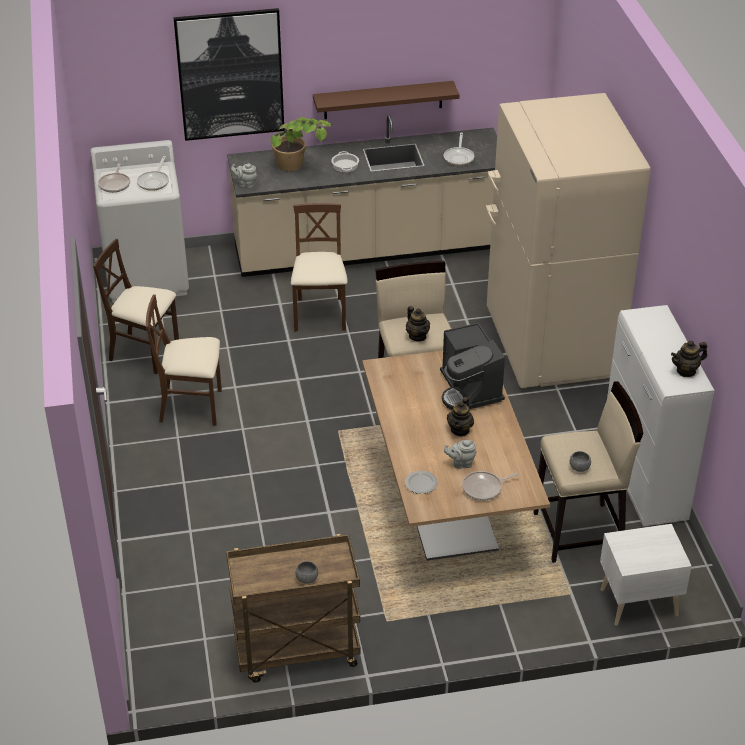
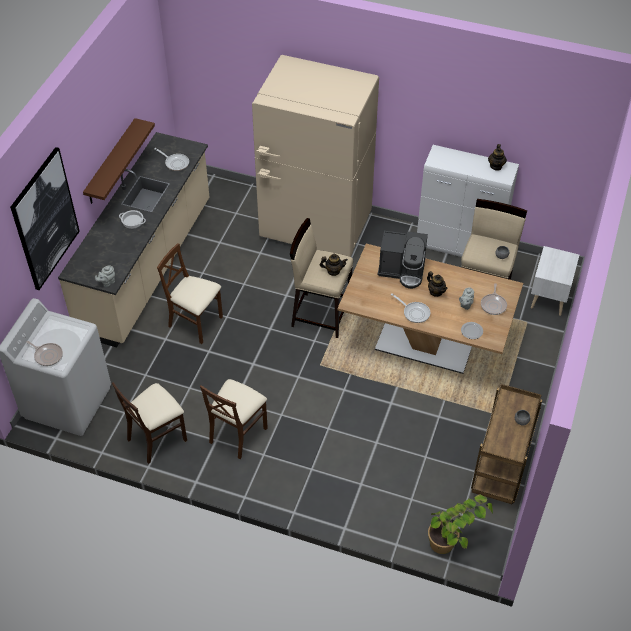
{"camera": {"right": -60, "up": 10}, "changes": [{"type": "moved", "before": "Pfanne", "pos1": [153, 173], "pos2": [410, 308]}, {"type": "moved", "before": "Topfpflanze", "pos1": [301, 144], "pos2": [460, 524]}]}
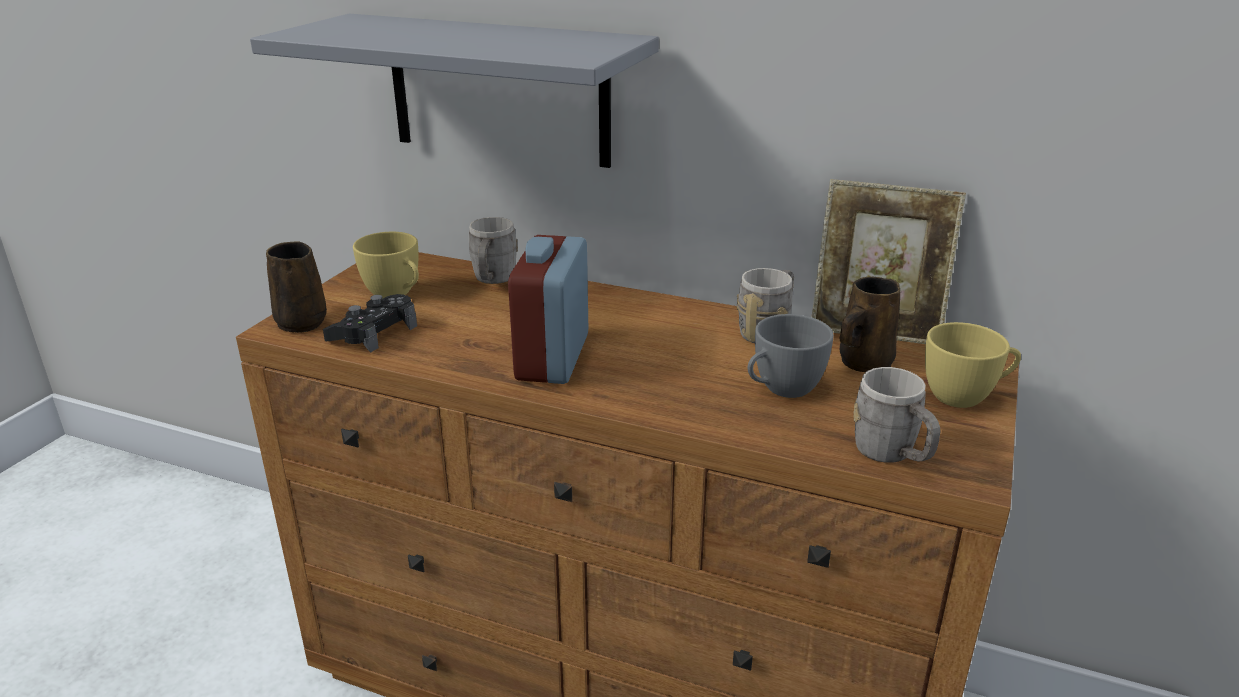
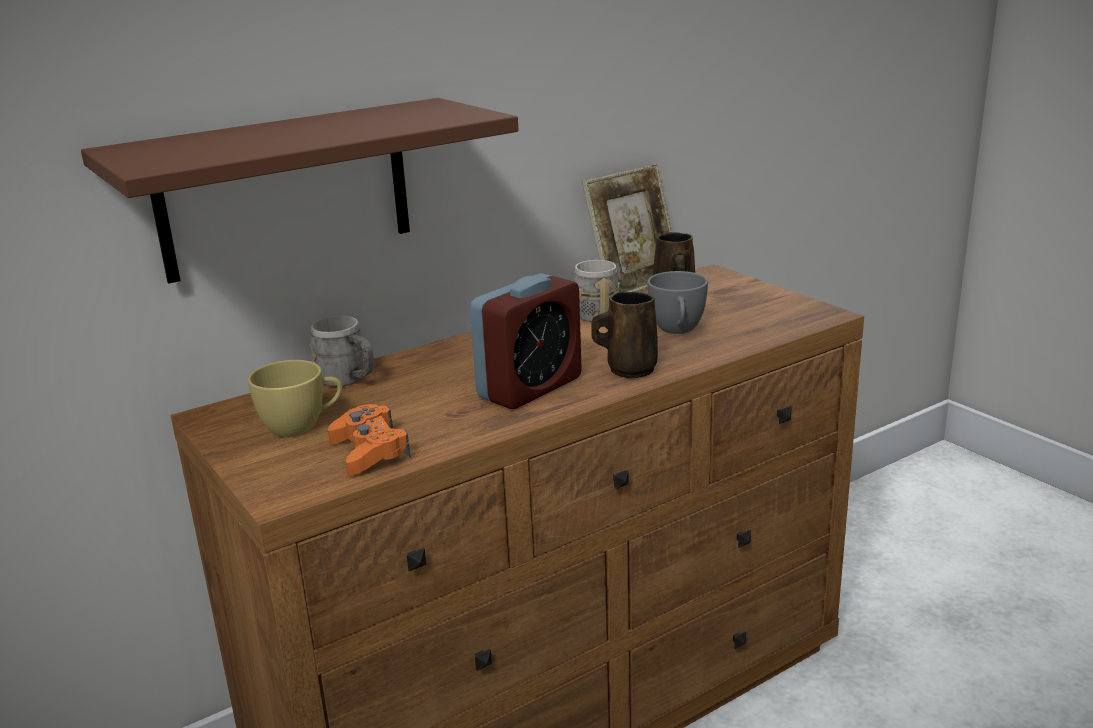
{"camera": {"right": -55, "up": -5}, "changes": [{"type": "removed", "before": "Henkelbecher/grau", "pos1": [897, 415]}, {"type": "removed", "before": "Tasse/gelb", "pos1": [973, 365]}, {"type": "moved", "before": "Henkelbecher/braun", "pos1": [296, 287], "pos2": [625, 335]}, {"type": "recoloured", "before": "Wandregal/grau", "after": "Wandregal/braun", "pos1": [454, 91], "pos2": [299, 190]}, {"type": "recoloured", "before": "Gamepad/schwarz", "after": "Gamepad/orange", "pos1": [370, 323], "pos2": [369, 440]}, {"type": "turned", "before": "Wecker", "pos1": [548, 309], "pos2": [526, 341], "turn": -90}]}
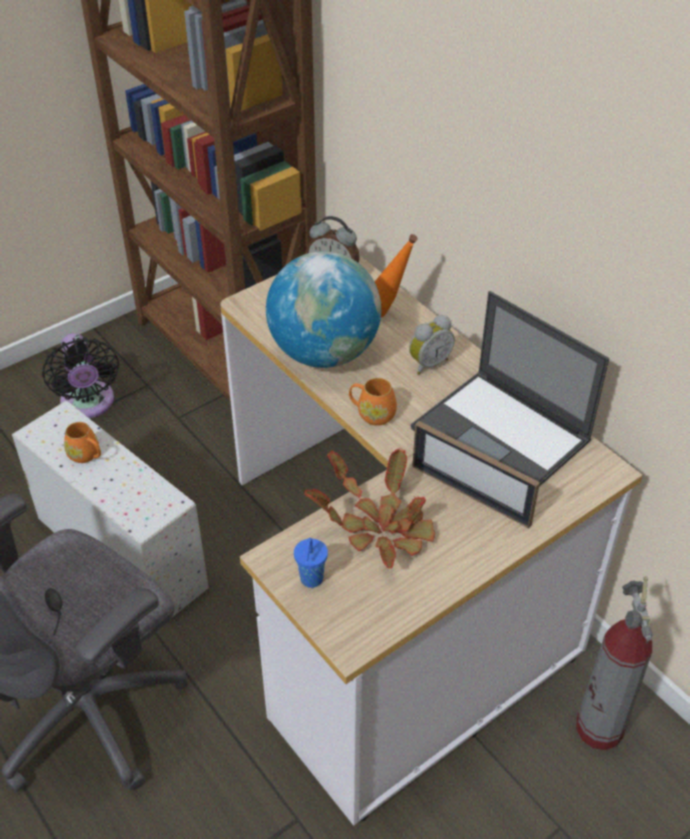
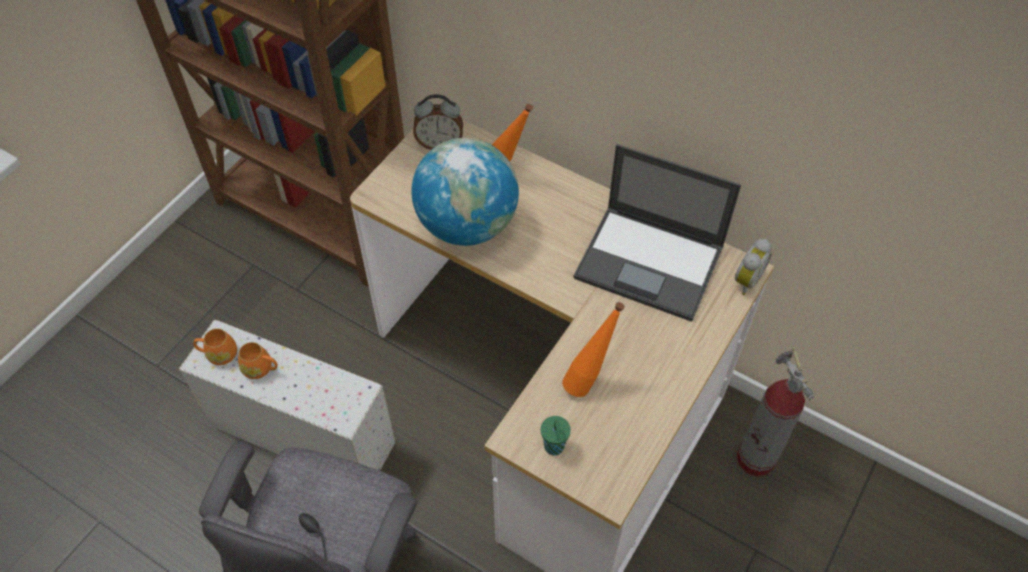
{"camera": {"right": -20, "up": 10}, "changes": [{"type": "removed", "before": "Ventilator/schwarz", "pos1": [80, 375]}, {"type": "removed", "before": "Bilderrahmen", "pos1": [476, 474]}, {"type": "moved", "before": "Henkelbecher/orange", "pos1": [373, 402], "pos2": [215, 346]}, {"type": "moved", "before": "Wecker", "pos1": [432, 344], "pos2": [753, 267]}, {"type": "replaced", "before": "Topfpflanze", "after": "Flasche/orange", "pos1": [370, 508], "pos2": [593, 349]}, {"type": "recoloured", "before": "Tasse/blau", "after": "Tasse/grün", "pos1": [311, 563], "pos2": [556, 435]}]}
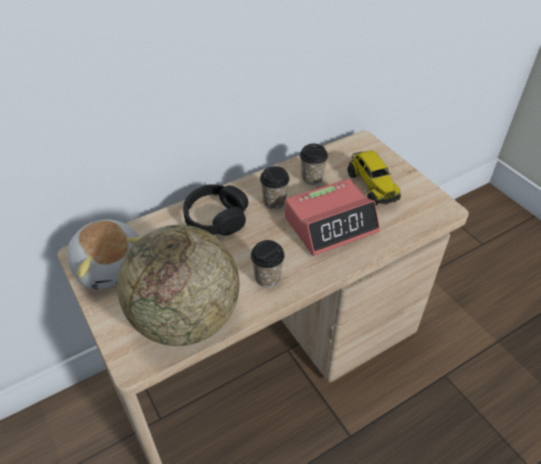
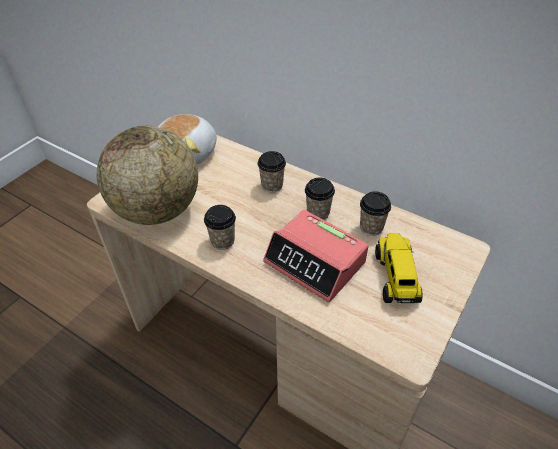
{"camera": {"right": 65, "up": 0}, "changes": [{"type": "replaced", "before": "Kopfhörer/schwarz", "after": "Tasse", "pos1": [215, 210], "pos2": [271, 172]}, {"type": "turned", "before": "Spielzeuglaster", "pos1": [374, 178], "pos2": [399, 268], "turn": 135}]}
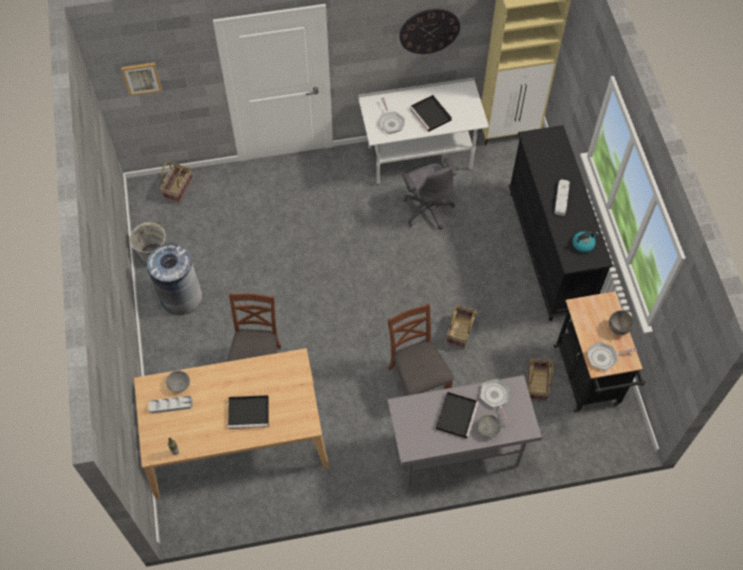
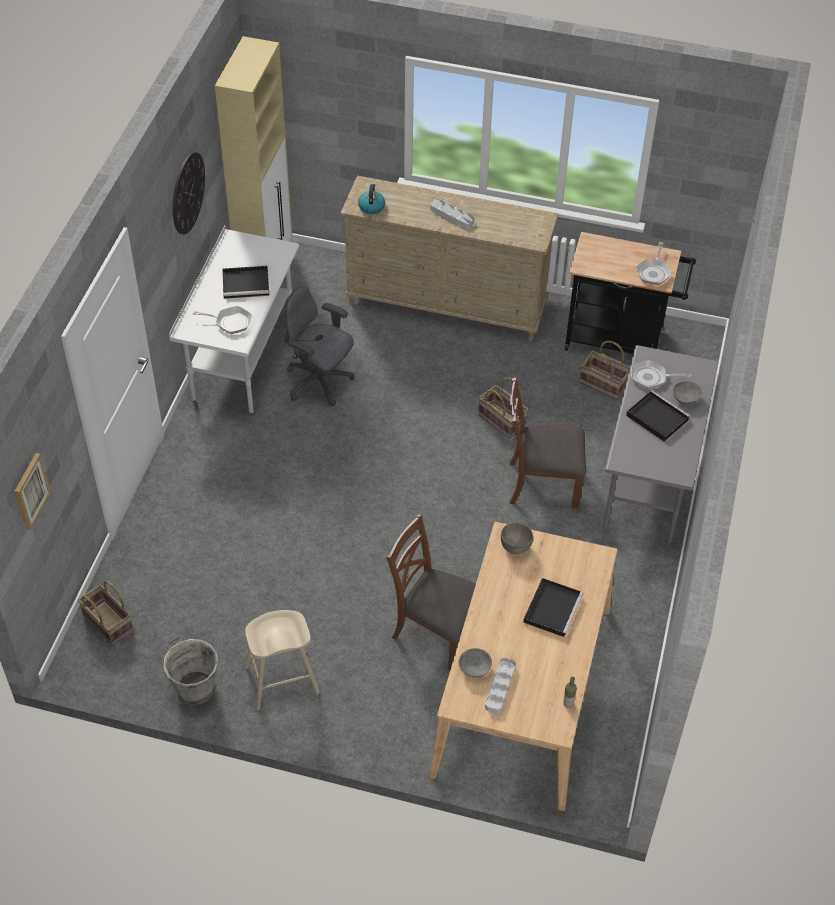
{"camera": {"right": -65, "up": -10}, "changes": [{"type": "moved", "before": "Wasserkessel", "pos1": [585, 242], "pos2": [371, 199]}, {"type": "moved", "before": "Schüssel/grau", "pos1": [621, 322], "pos2": [517, 538]}, {"type": "replaced", "before": "Mülleimer/grau", "after": "Hocker/beige", "pos1": [174, 278], "pos2": [282, 660]}, {"type": "recoloured", "before": "Kommode/schwarz", "after": "Kommode/beige", "pos1": [561, 223], "pos2": [449, 258]}, {"type": "turned", "before": "Bürostuhl/grau", "pos1": [429, 193], "pos2": [319, 345], "turn": -150}]}
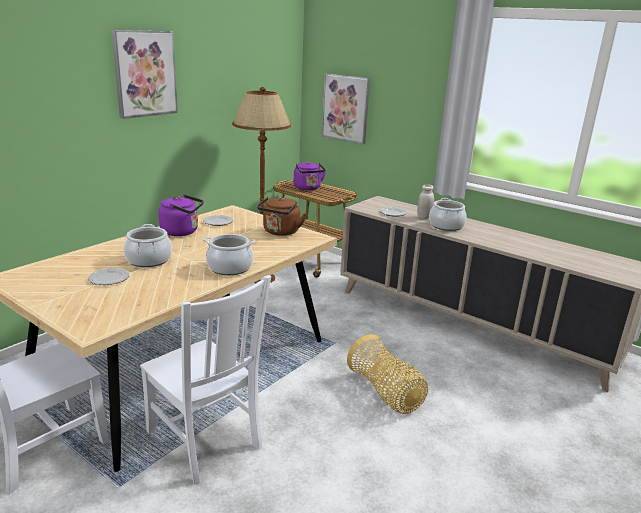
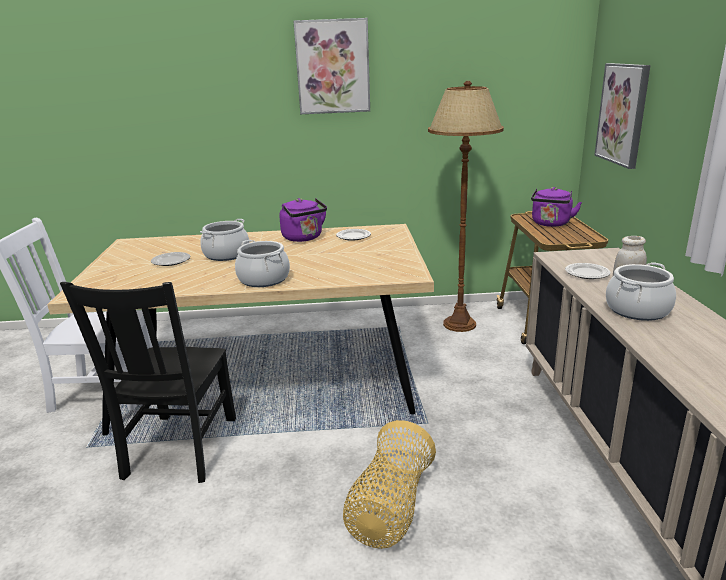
{"camera": {"right": 50, "up": 0}, "changes": [{"type": "removed", "before": "Wasserkessel/braun", "pos1": [281, 216]}, {"type": "recoloured", "before": "Stuhl/weiß", "after": "Stuhl/schwarz", "pos1": [205, 380], "pos2": [148, 382]}]}
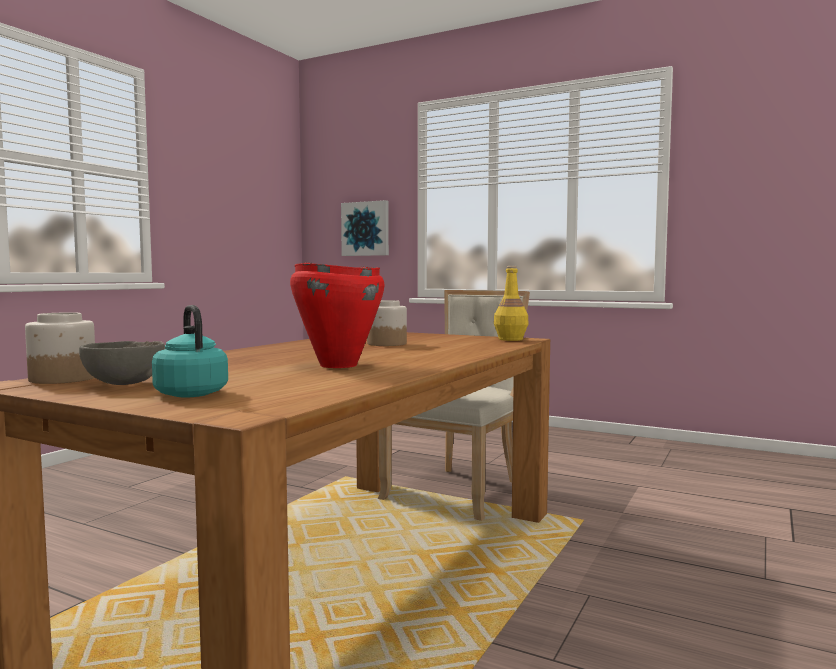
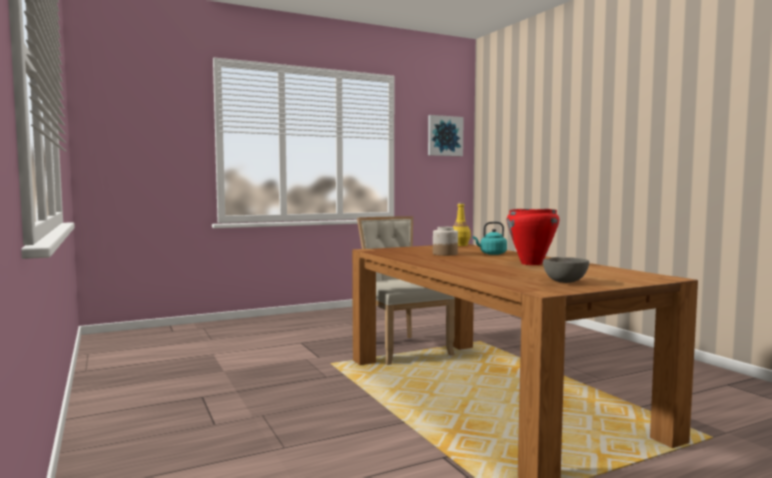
{"camera": {"right": -55, "up": 0}, "changes": [{"type": "removed", "before": "Vorratsglas", "pos1": [60, 348]}, {"type": "moved", "before": "Wasserkessel/türkis", "pos1": [190, 351], "pos2": [490, 238]}, {"type": "moved", "before": "Bild", "pos1": [365, 228], "pos2": [446, 135]}]}
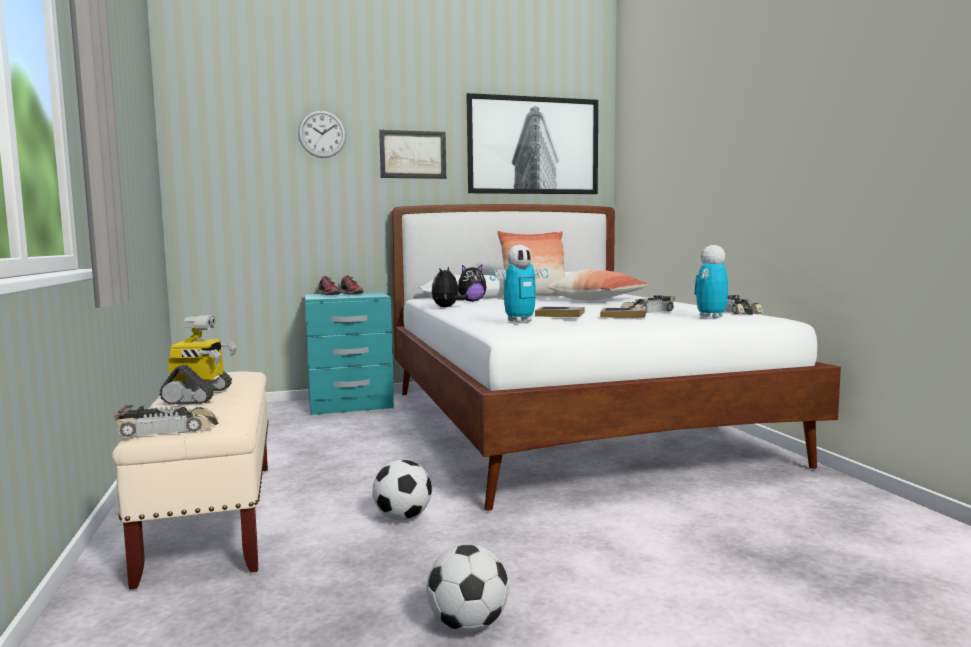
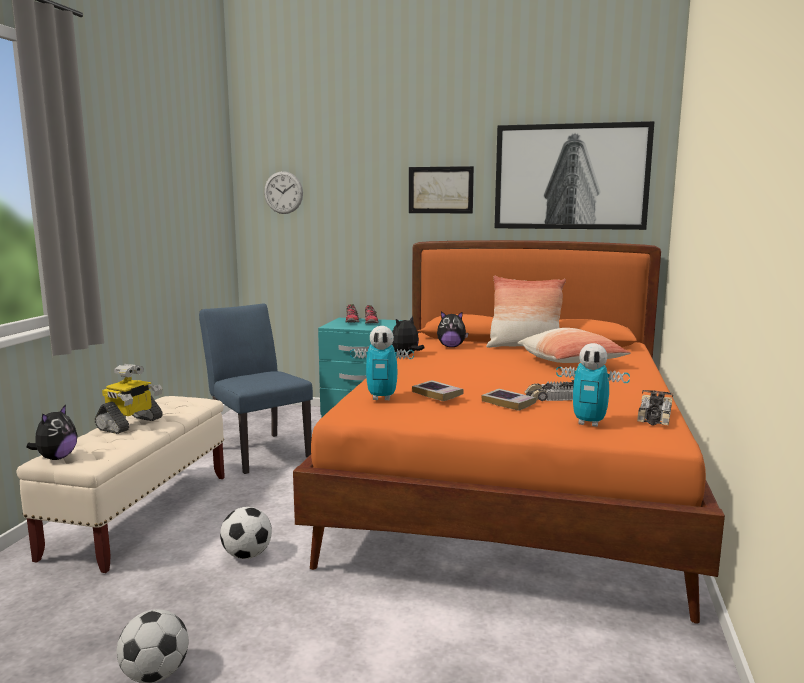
{"camera": {"right": 30, "up": 5}, "changes": [{"type": "added", "after": "Stuhl/blau", "pos2": [256, 389]}, {"type": "moved", "before": "Wanduhr", "pos1": [322, 134], "pos2": [283, 192]}, {"type": "replaced", "before": "Spielzeugauto", "after": "Plüschtier", "pos1": [166, 421], "pos2": [52, 432]}, {"type": "recoloured", "before": "Bett/weiß", "after": "Bett/orange", "pos1": [615, 357], "pos2": [509, 432]}, {"type": "turned", "before": "Spielzeugroboter", "pos1": [711, 282], "pos2": [593, 385], "turn": -135}]}
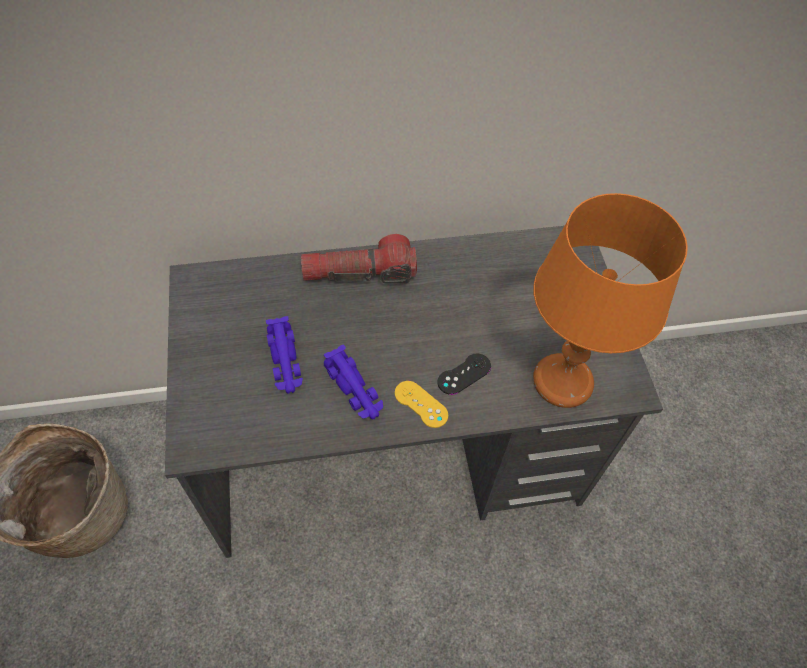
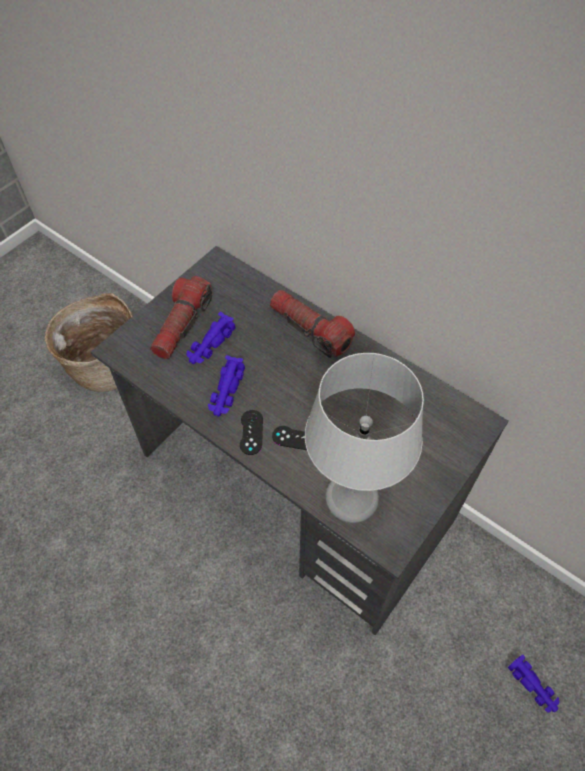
{"camera": {"right": 50, "up": 0}, "changes": [{"type": "added", "after": "Taschenlampe", "pos2": [181, 317]}, {"type": "added", "after": "Spielzeugauto/lila", "pos2": [533, 683]}, {"type": "recoloured", "before": "Gamepad/gelb", "after": "Gamepad/schwarz", "pos1": [421, 404], "pos2": [251, 432]}, {"type": "recoloured", "before": "Tischlampe/orange", "after": "Tischlampe/grau", "pos1": [610, 300], "pos2": [364, 438]}]}
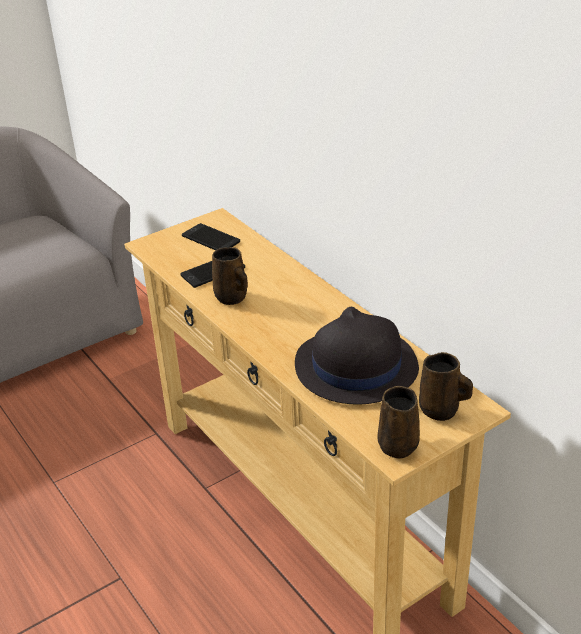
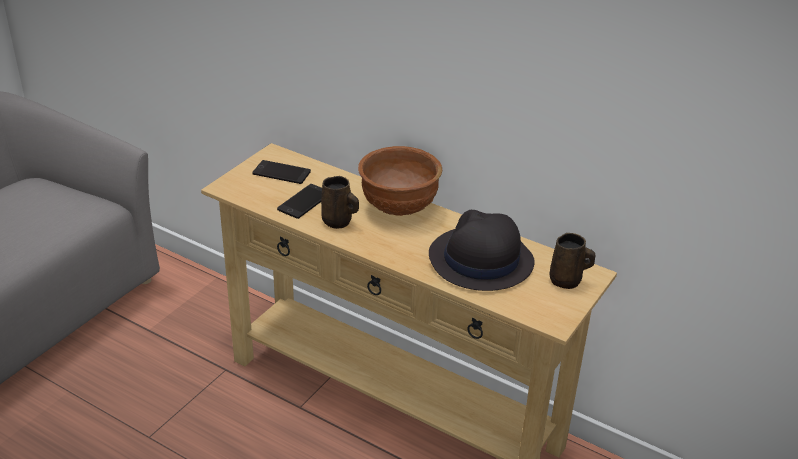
{"camera": {"right": -25, "up": 0}, "changes": [{"type": "removed", "before": "Henkelbecher/braun", "pos1": [398, 422]}, {"type": "added", "after": "Schüssel/braun", "pos2": [400, 181]}]}
